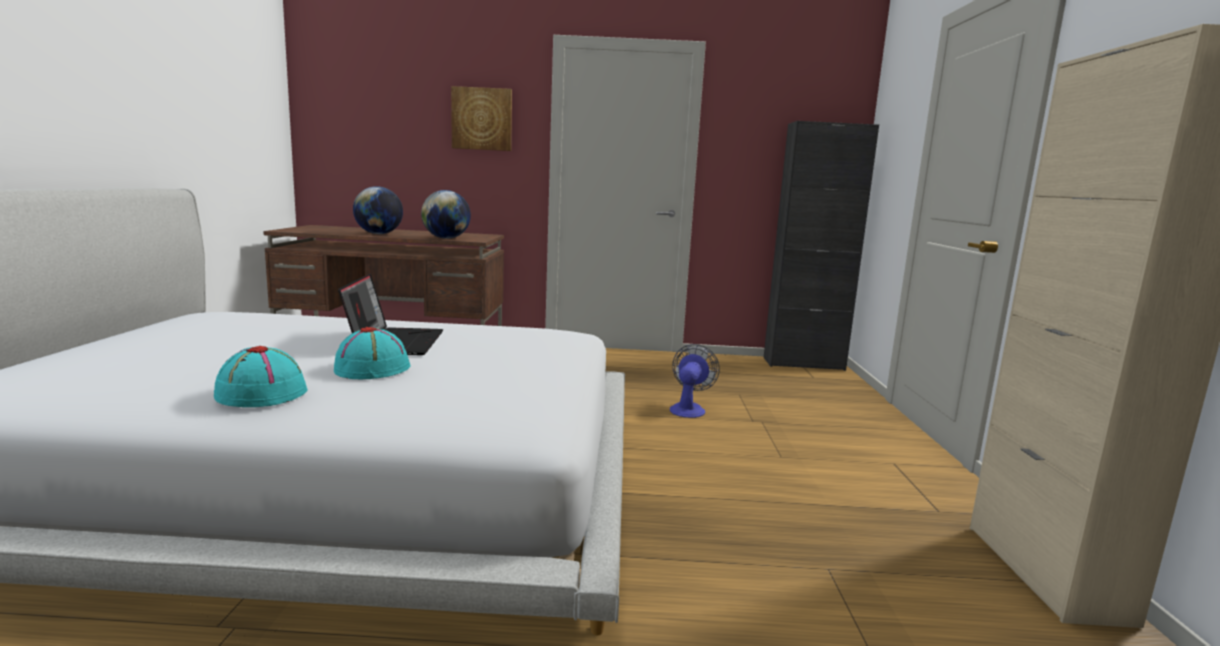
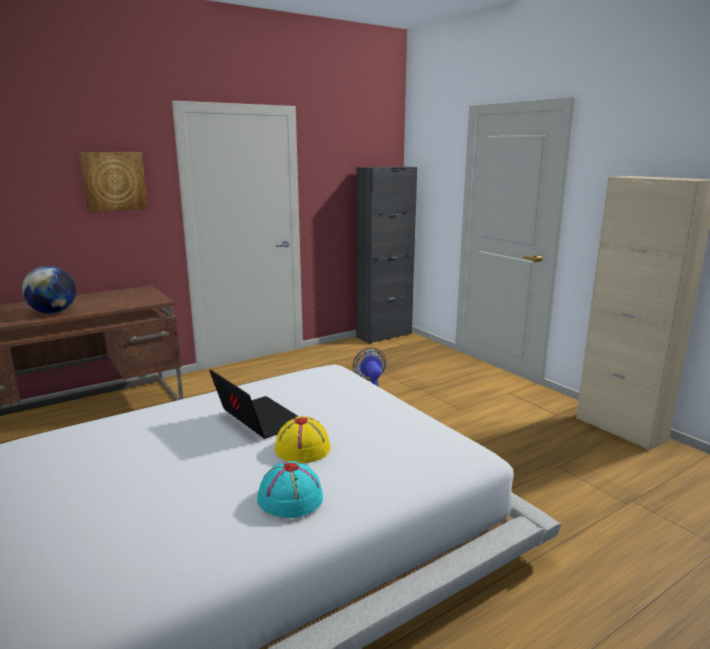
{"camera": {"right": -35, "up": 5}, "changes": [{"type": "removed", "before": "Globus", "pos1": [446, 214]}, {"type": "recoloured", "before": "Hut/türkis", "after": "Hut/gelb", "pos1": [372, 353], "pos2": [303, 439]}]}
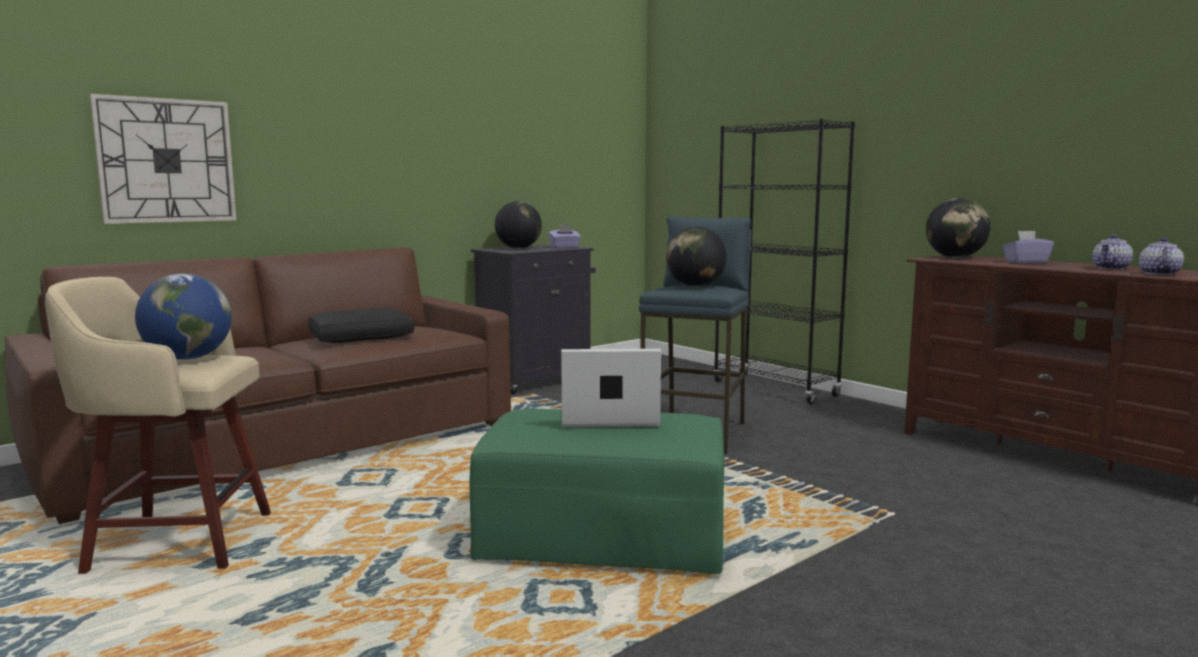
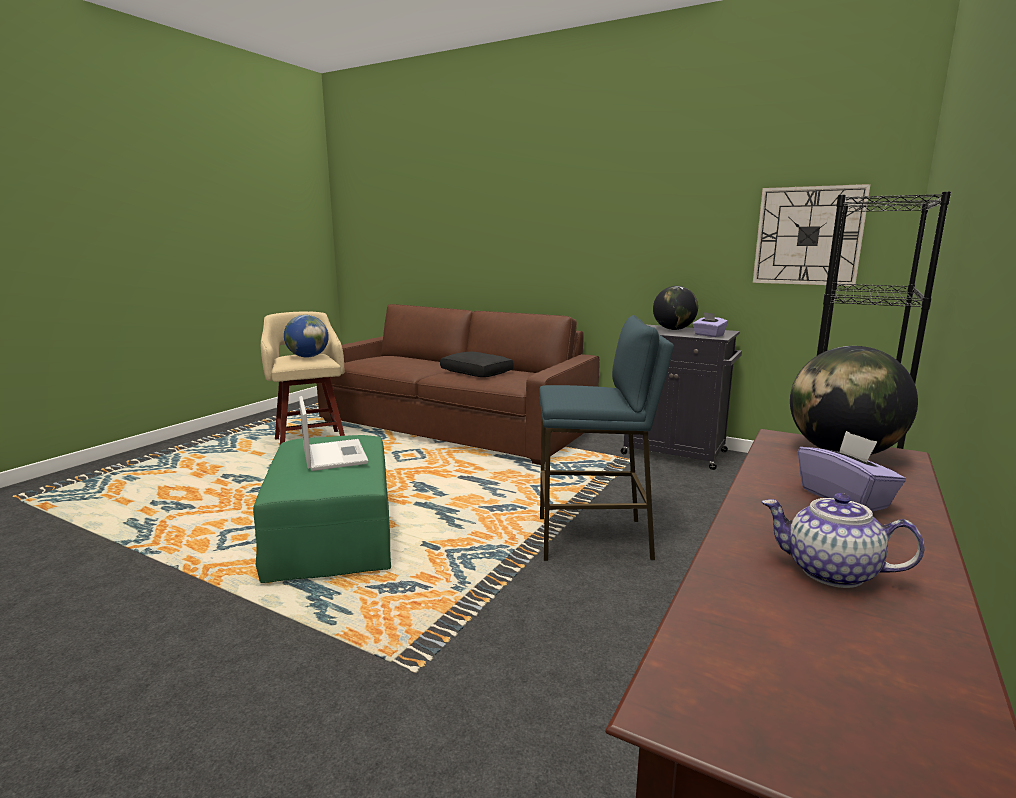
{"camera": {"right": 70, "up": 5}, "changes": [{"type": "removed", "before": "Globus", "pos1": [696, 257]}, {"type": "removed", "before": "Teekanne", "pos1": [1161, 256]}, {"type": "moved", "before": "Wanduhr", "pos1": [162, 158], "pos2": [811, 235]}]}
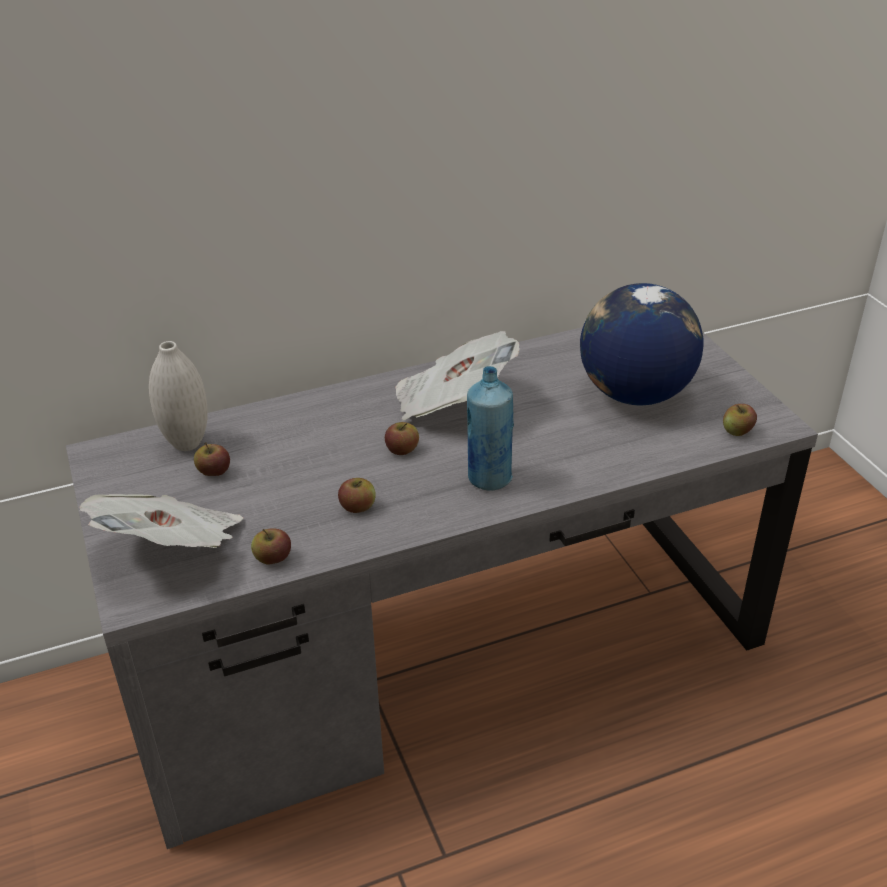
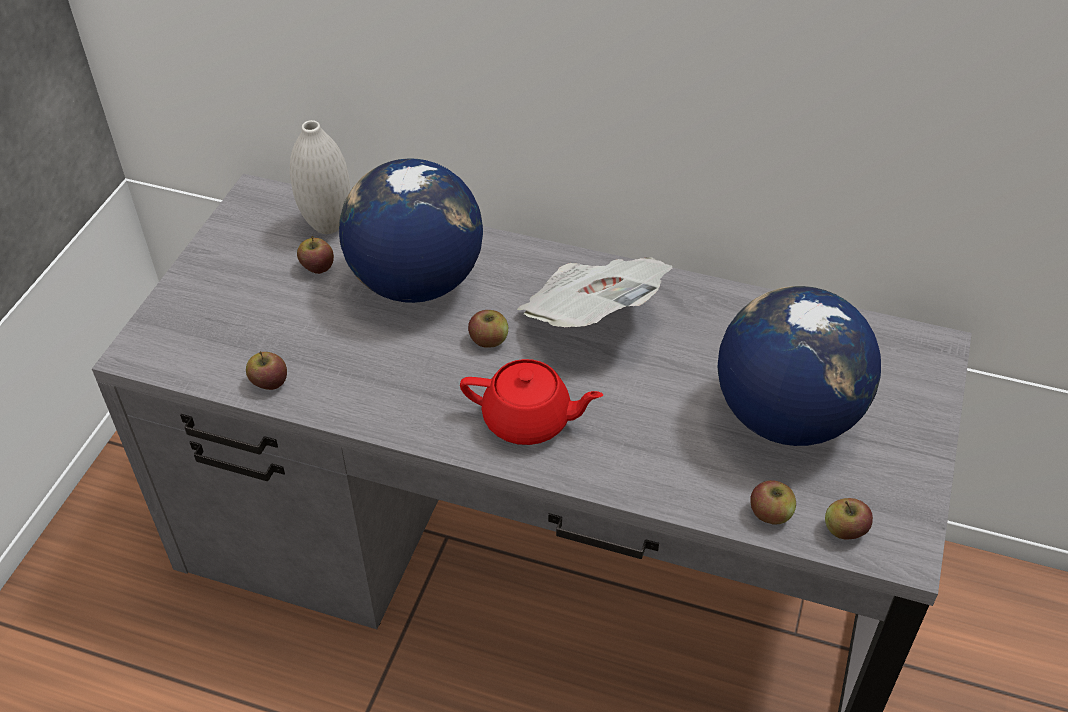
{"camera": {"right": 40, "up": 10}, "changes": [{"type": "removed", "before": "Zeitung", "pos1": [161, 521]}, {"type": "added", "after": "Globus", "pos2": [411, 230]}, {"type": "moved", "before": "Apfel", "pos1": [357, 495], "pos2": [773, 502]}, {"type": "replaced", "before": "Flasche/blau", "after": "Teekanne/rot", "pos1": [490, 428], "pos2": [531, 402]}]}
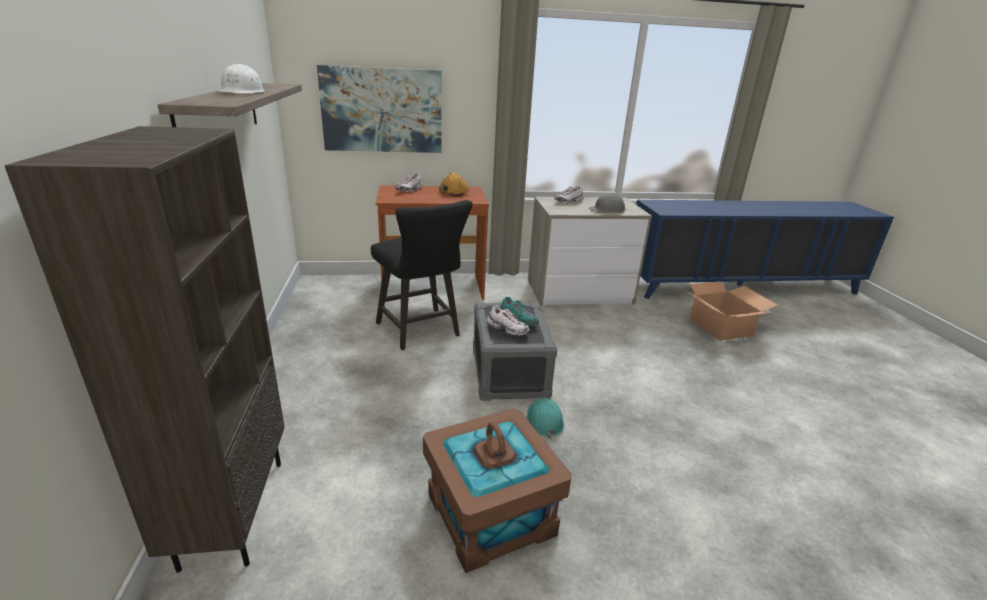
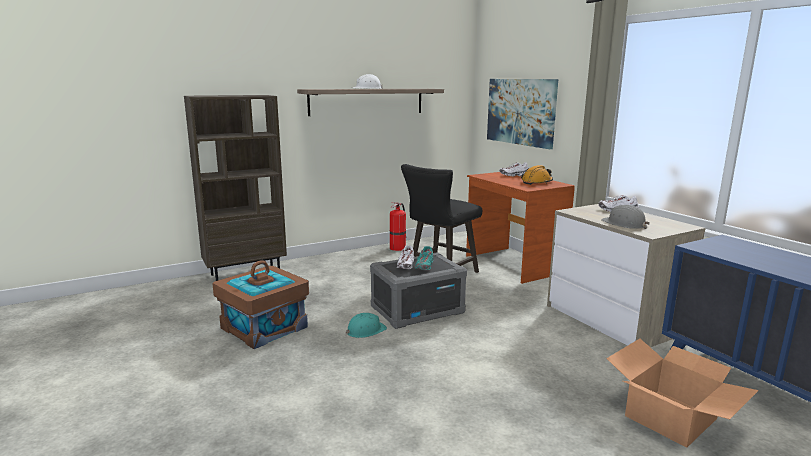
{"camera": {"right": 70, "up": -10}, "changes": [{"type": "added", "after": "Feuerlöscher", "pos2": [398, 226]}]}
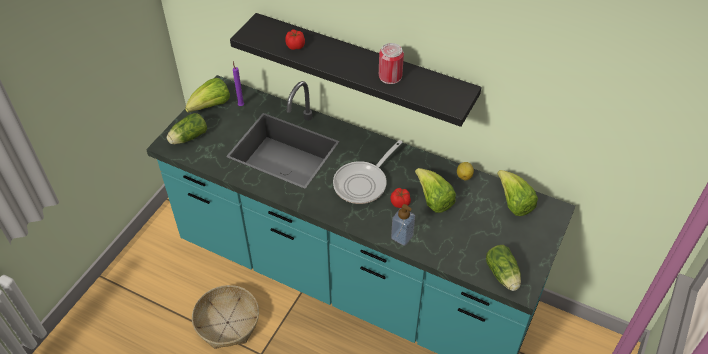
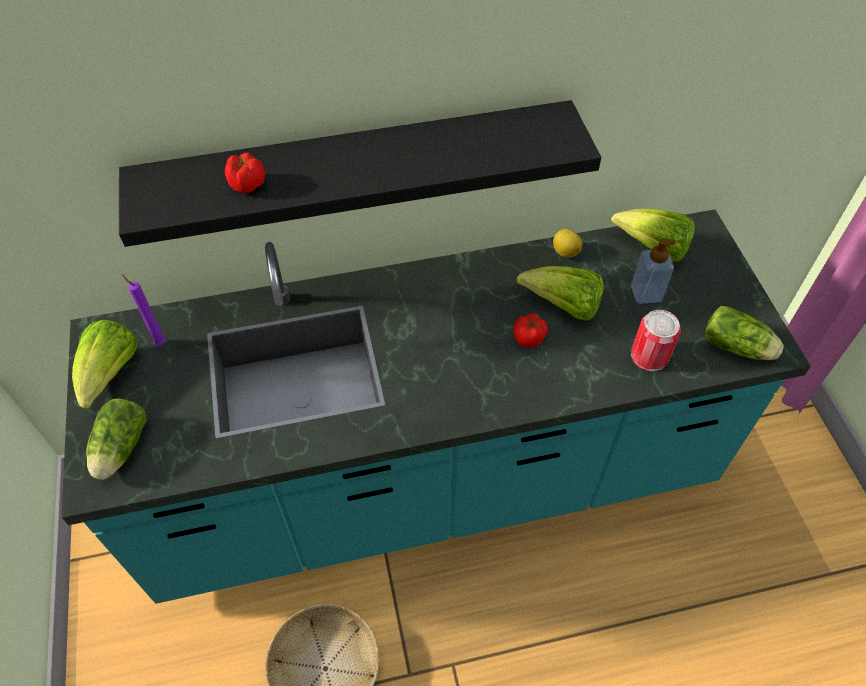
{"camera": {"right": -40, "up": 5}, "changes": [{"type": "removed", "before": "Pfanne", "pos1": [368, 172]}, {"type": "moved", "before": "Dose", "pos1": [391, 63], "pos2": [656, 340]}, {"type": "moved", "before": "Seifenspender", "pos1": [403, 225], "pos2": [653, 271]}]}
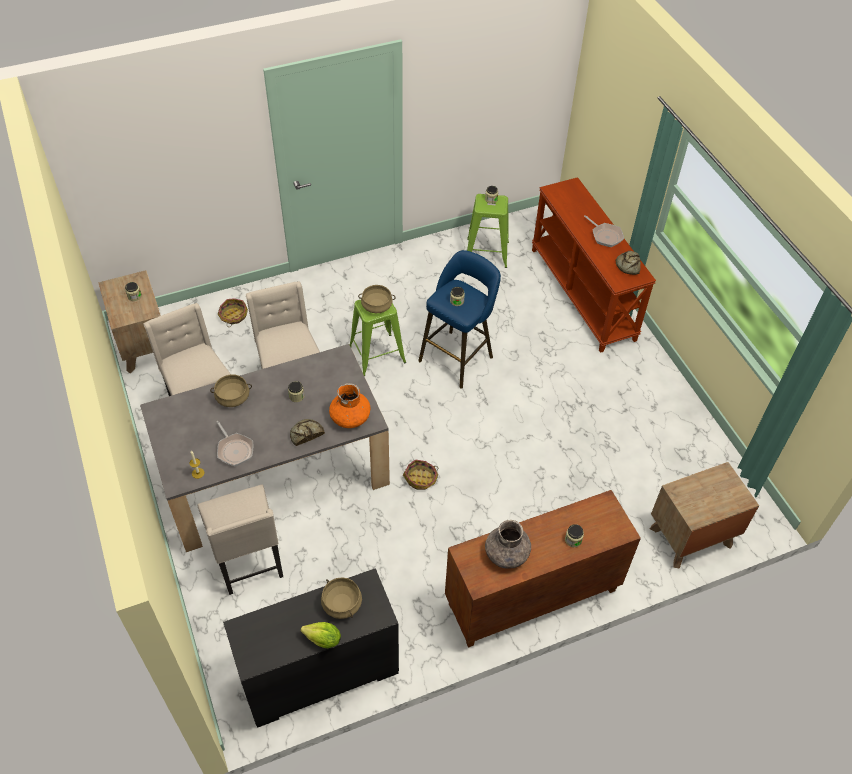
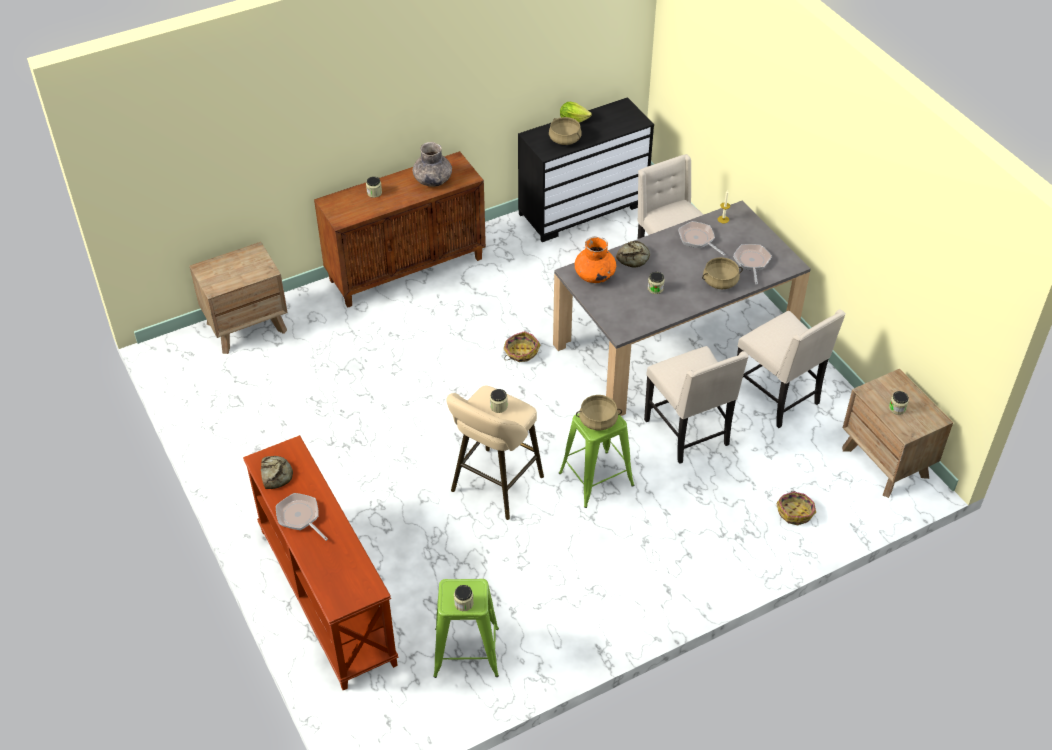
{"camera": {"right": 175, "up": -5}, "changes": [{"type": "added", "after": "Pfanne", "pos2": [752, 264]}, {"type": "recoloured", "before": "Hocker/blau", "after": "Hocker/beige", "pos1": [459, 319], "pos2": [495, 453]}]}
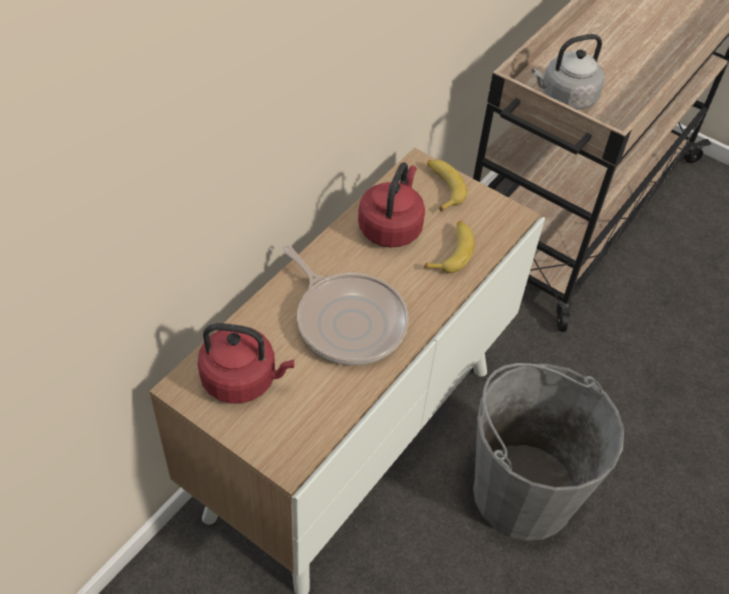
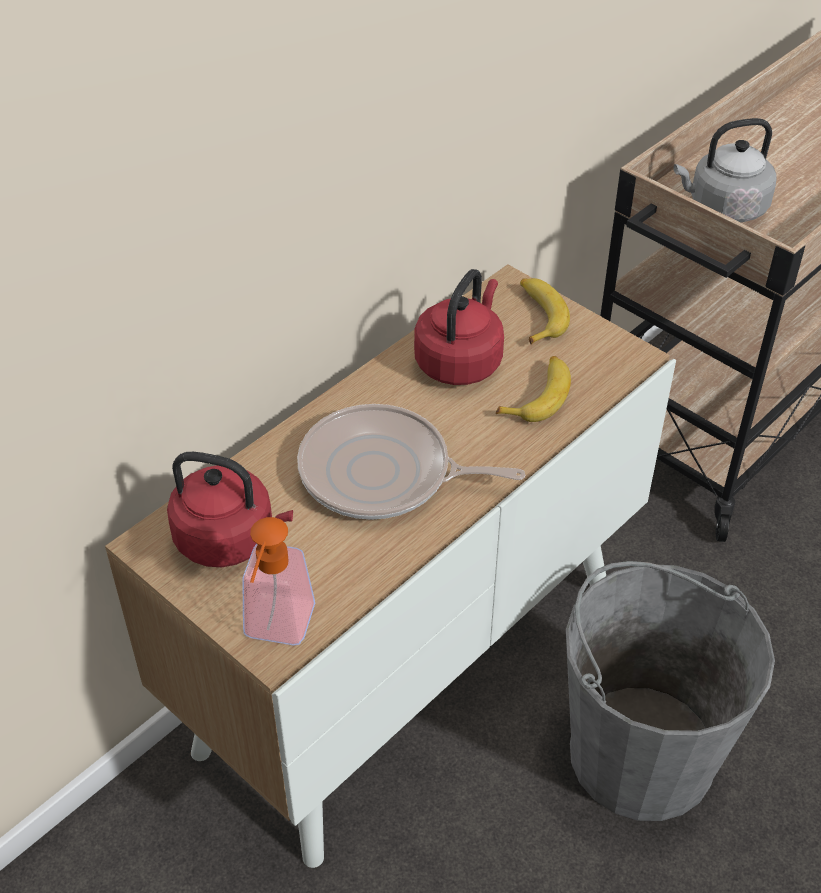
{"camera": {"right": 10, "up": -5}, "changes": [{"type": "added", "after": "Seifenspender", "pos2": [278, 581]}, {"type": "turned", "before": "Pfanne", "pos1": [345, 305], "pos2": [411, 462], "turn": 135}]}
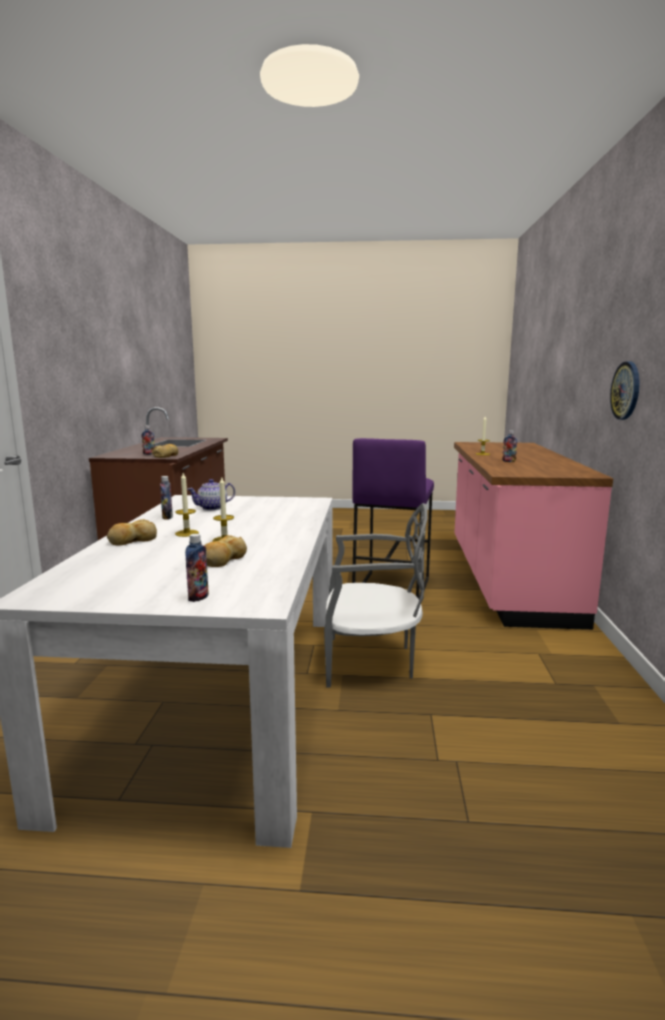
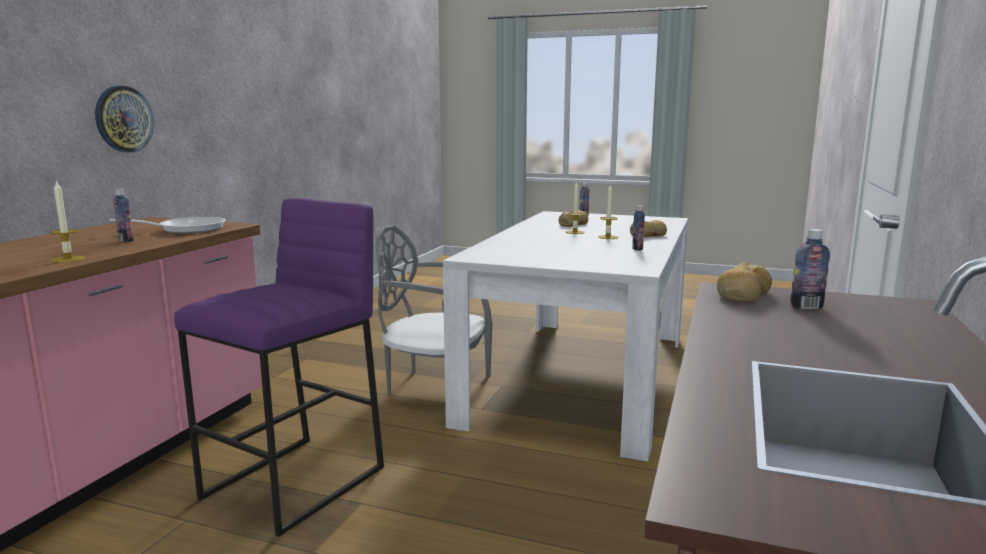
{"camera": {"right": -165, "up": 0}, "changes": [{"type": "removed", "before": "Teekanne", "pos1": [211, 494]}, {"type": "added", "after": "Pfanne", "pos2": [168, 225]}]}
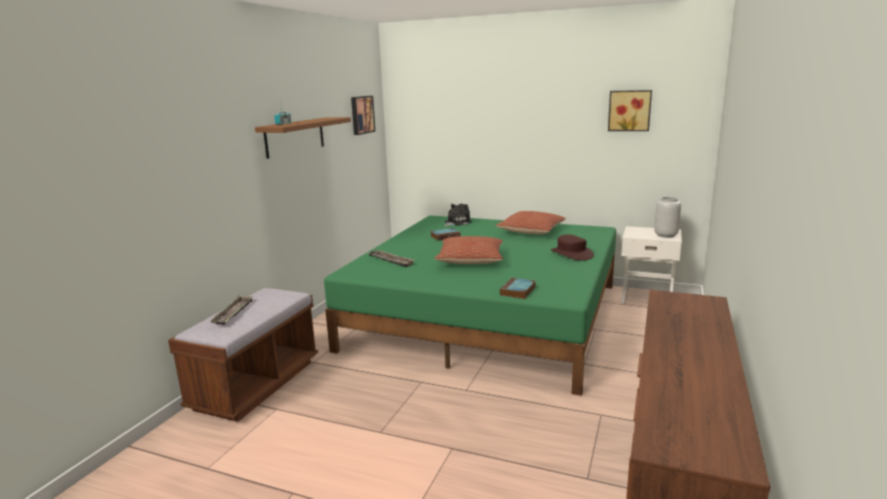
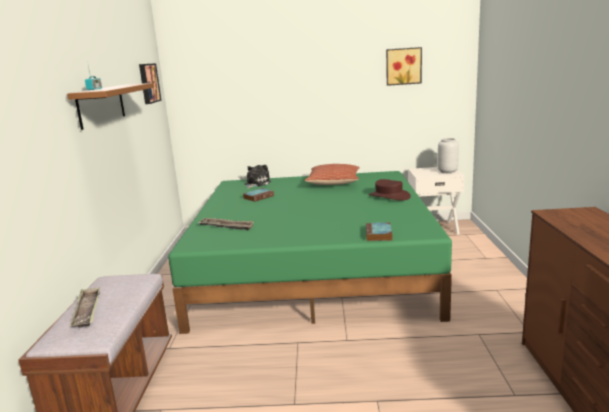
{"camera": {"right": -20, "up": 0}, "changes": [{"type": "removed", "before": "Kissen", "pos1": [469, 250]}]}
